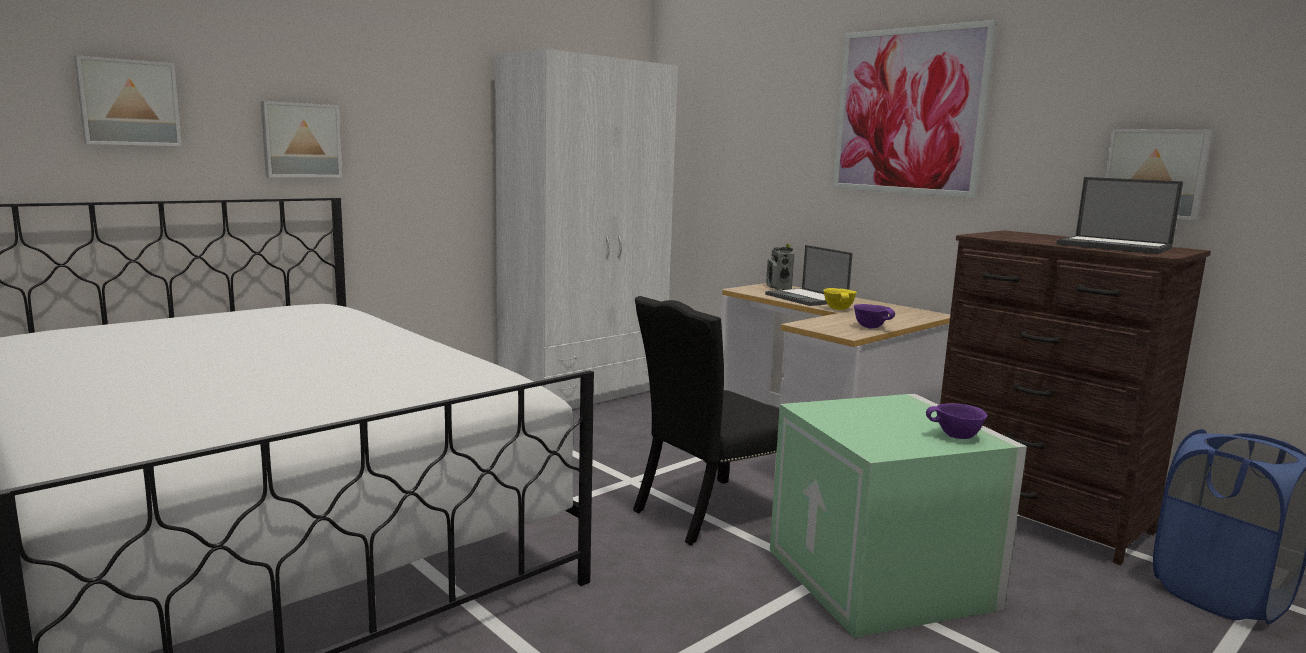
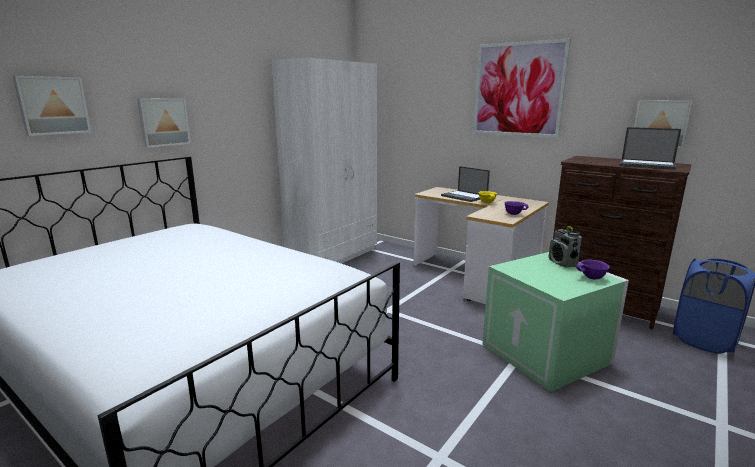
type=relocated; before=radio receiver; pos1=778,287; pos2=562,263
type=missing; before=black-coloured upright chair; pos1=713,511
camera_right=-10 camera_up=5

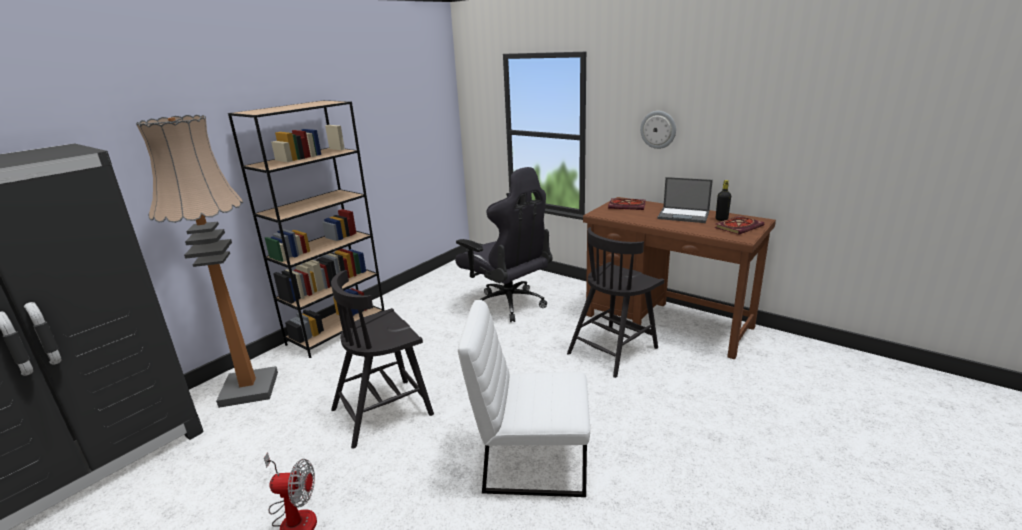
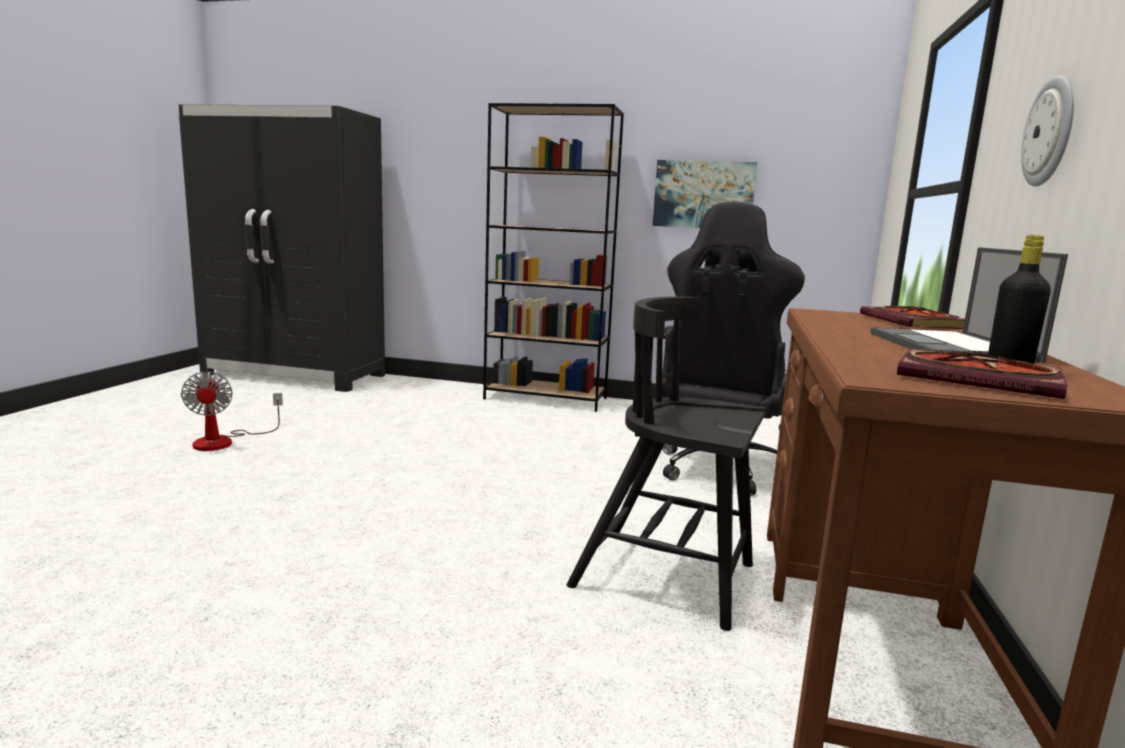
type=appeared; after=picture; pos2=703,195
type=missing; before=standard lamp; pos1=249,389
type=missing; before=black-coloured upright chair; pos1=384,410
type=missing; before=whitish upright chair; pos1=531,462
camera_right=65 camera_up=-10

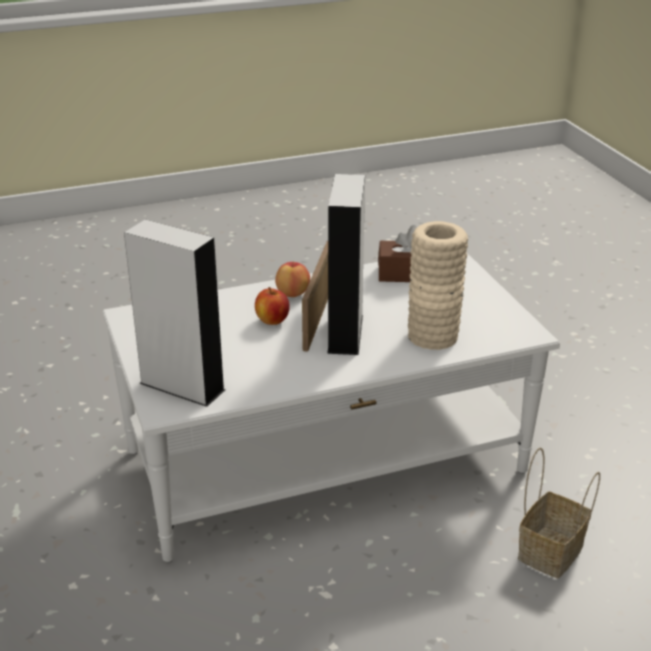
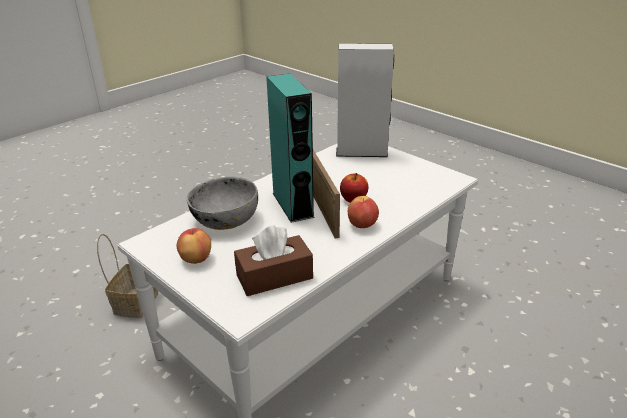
type=appeared; after=apple; pos2=196,259
type=exchanged; before=sand-coloured flower vase; after=gray bowl; pos1=433,336; pos2=224,219
type=colour; before=gray audio speaker; after=blue-green audio speaker; pos1=345,333; pos2=292,205
camera_right=155 camera_up=0

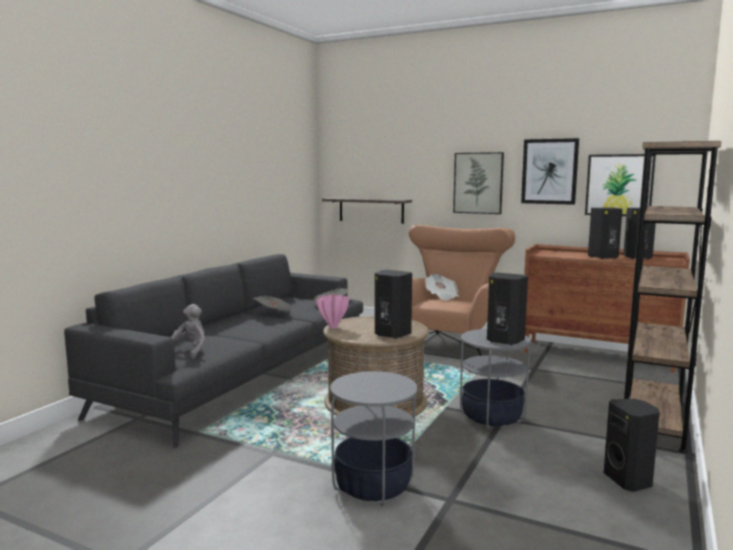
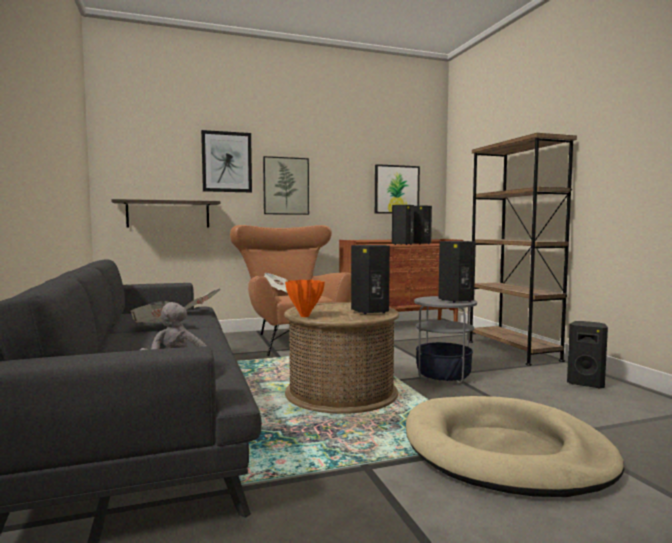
type=relocated; before=picture; pos1=549,171; pos2=227,162
type=colour; before=pink-coloured flower vase; after=orange-coloured flower vase; pos1=334,327; pos2=305,316
type=exchanged; before=gray end table; after=sand-coloured pet bed; pos1=373,488; pos2=505,451
camera_right=-45 camera_up=-5

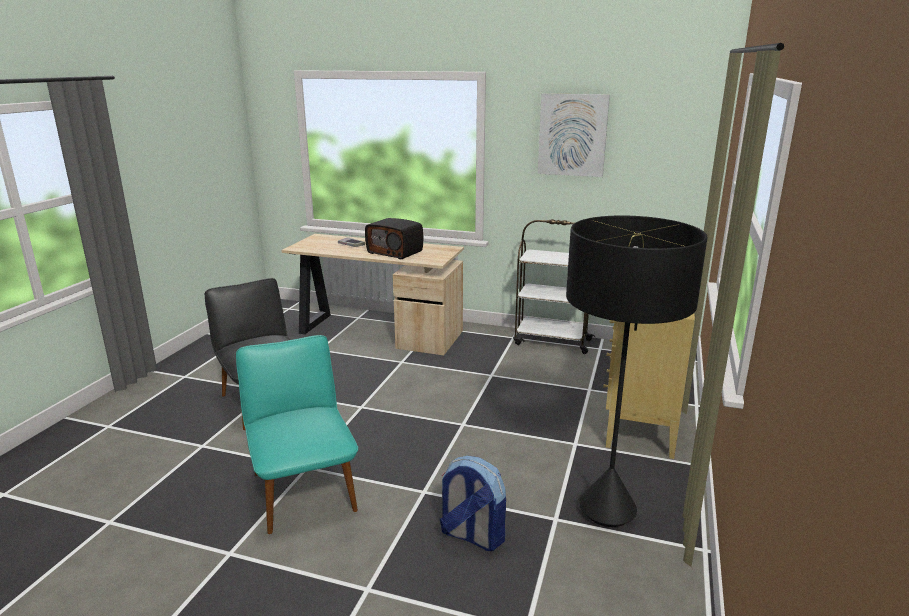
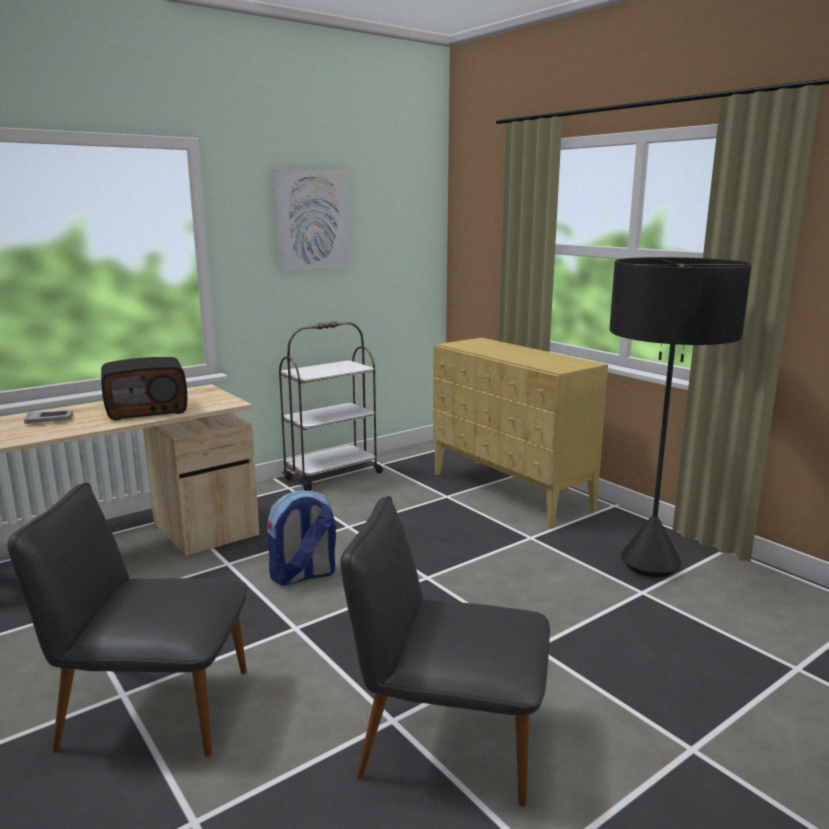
type=relocated; before=backpack; pos1=471,535; pos2=303,575
type=colour; before=blue-green upright chair; after=black-coloured upright chair; pos1=304,491; pos2=450,741
camera_right=-55 camera_up=-5

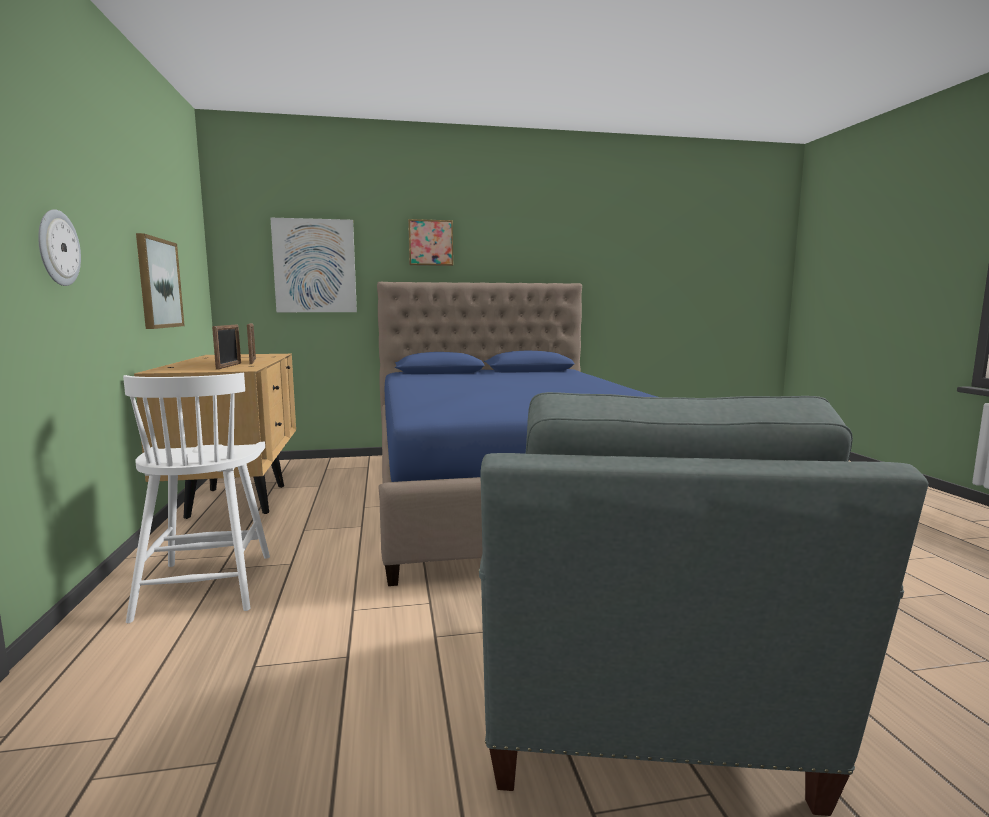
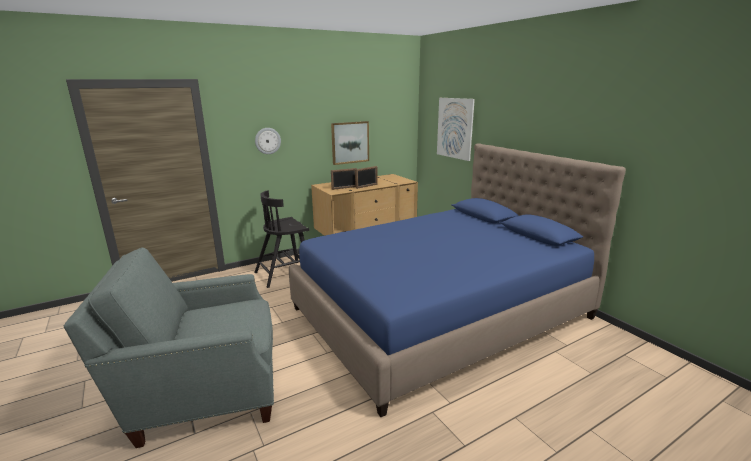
type=colour; before=whitish upright chair; after=black-coloured upright chair; pos1=207,583; pos2=284,273
type=missing; before=picture; pos1=430,243
camera_right=70 camera_up=10

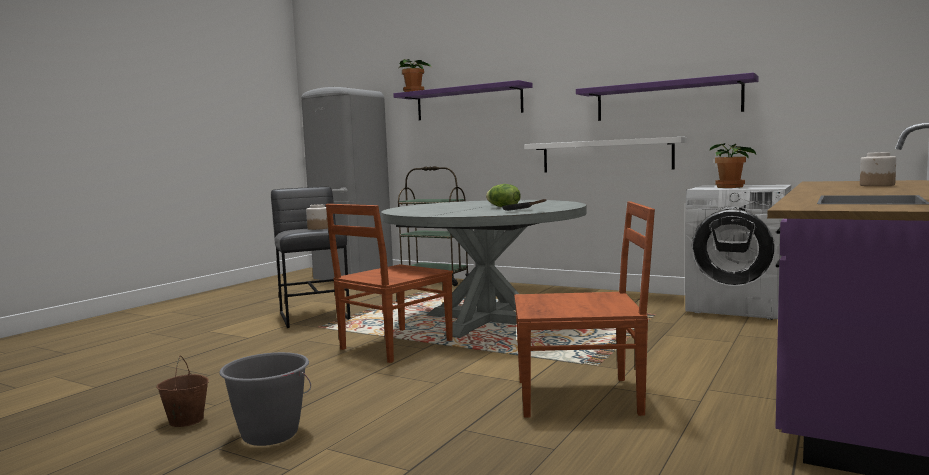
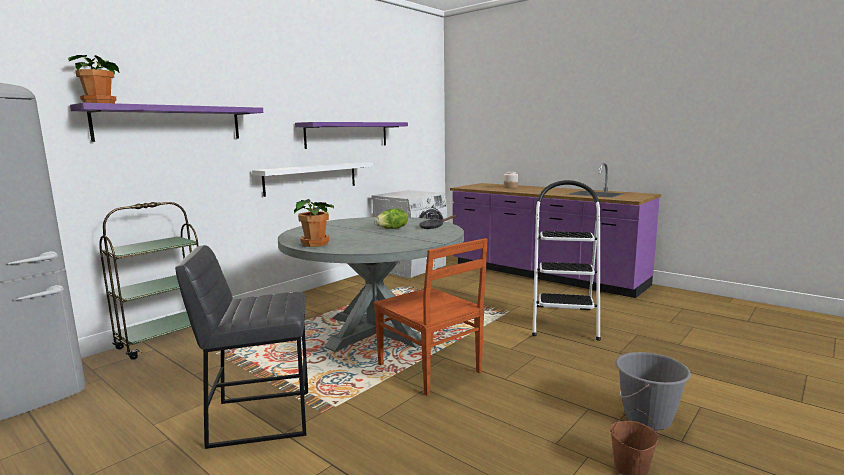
type=relocated; before=plant in a pot; pos1=731,187; pos2=316,243
type=exchanged; before=brown-coloured upright chair; after=step stool; pos1=581,397; pos2=564,321
type=missing; before=storage jar; pos1=318,228
camera_right=-80 camera_up=5

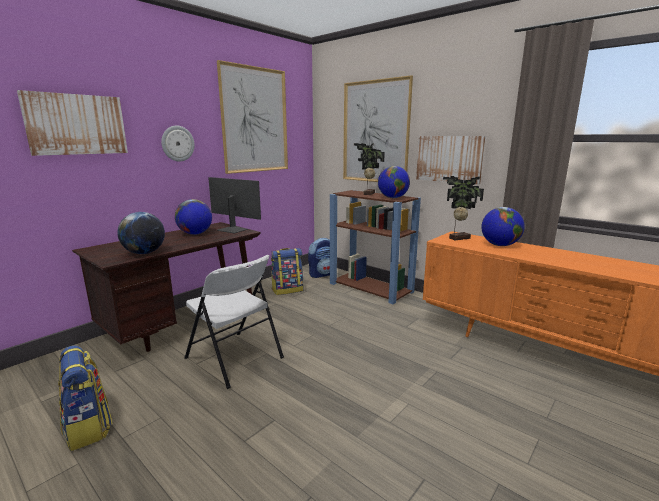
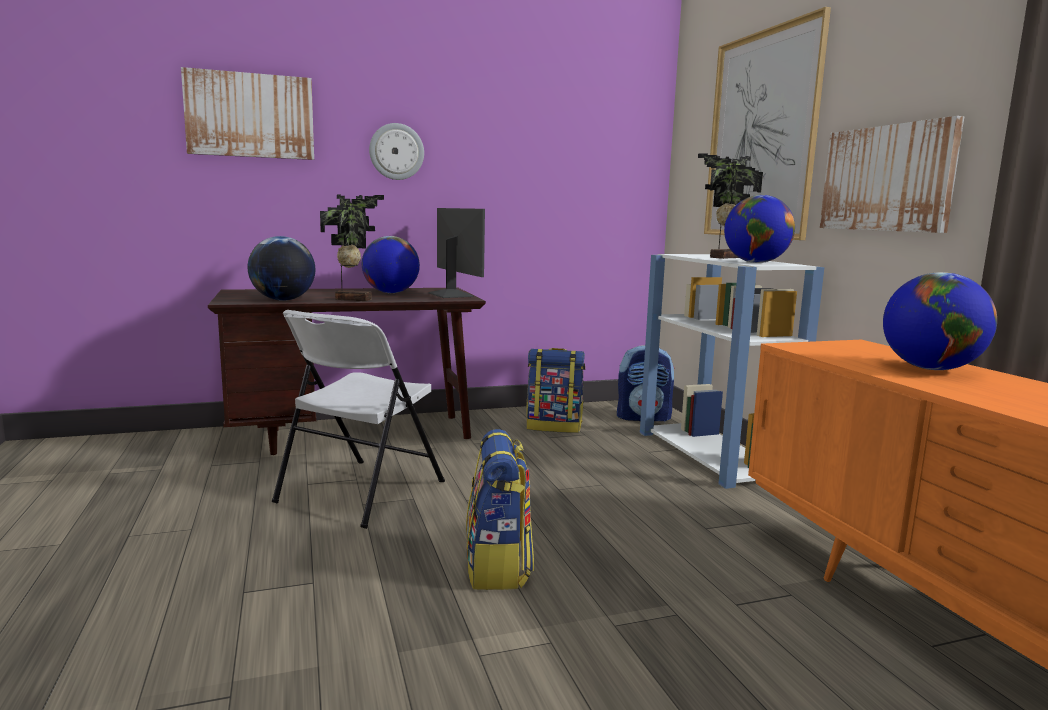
type=spun; before=whitish upright chair; pos1=234,358; pos2=361,491; turn=45
type=relocated; before=plant in a pot; pos1=458,238; pos2=353,299
type=relocated; before=backpack; pos1=88,428; pos2=498,567
type=colour; before=brown-coloured shelving unit; after=whitish shelving unit; pos1=371,288; pos2=712,454
type=missing; before=picture; pos1=255,120
camera_right=30 camera_up=-5

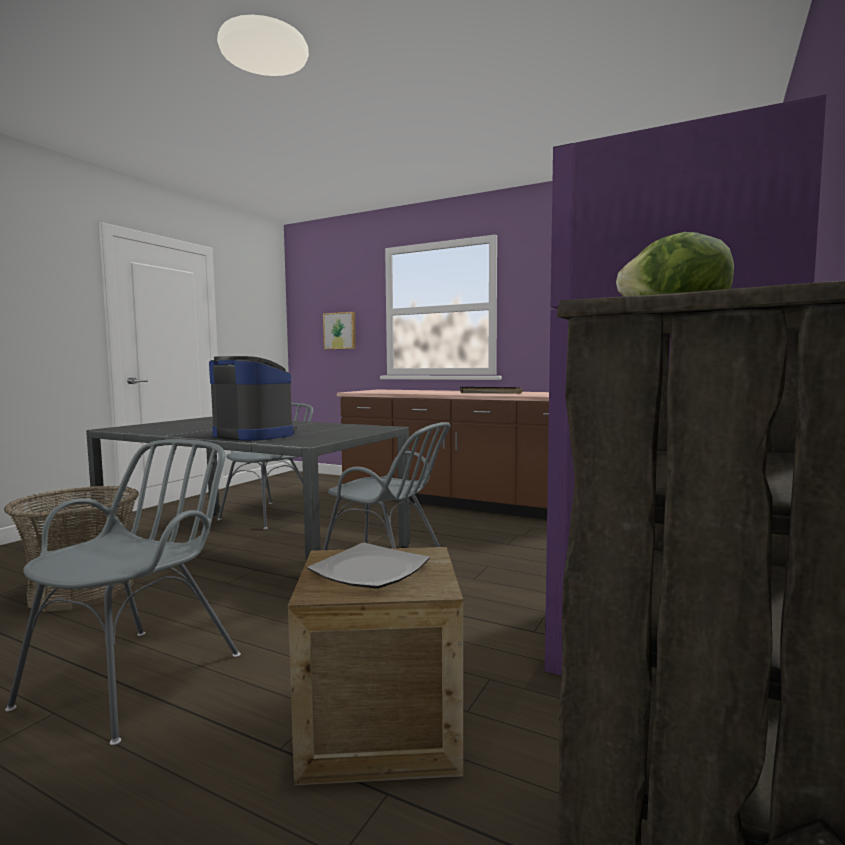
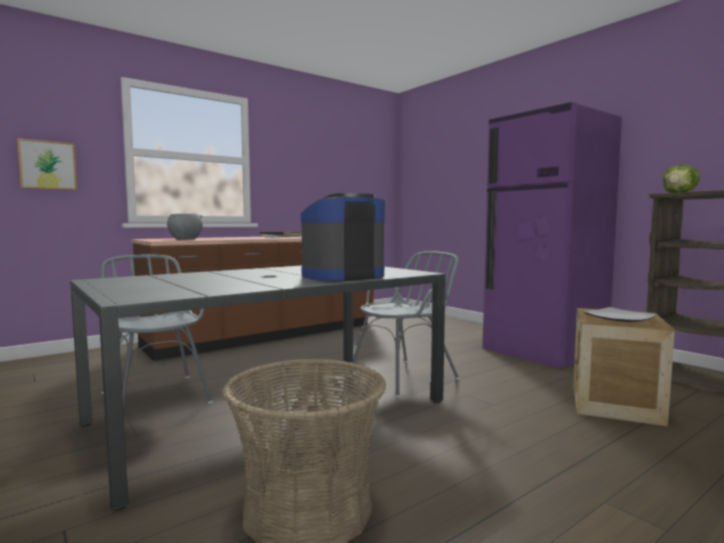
type=appeared; after=gray bowl; pos2=185,239
type=missing; before=gray upright chair; pos1=139,674
camera_right=-65 camera_up=0

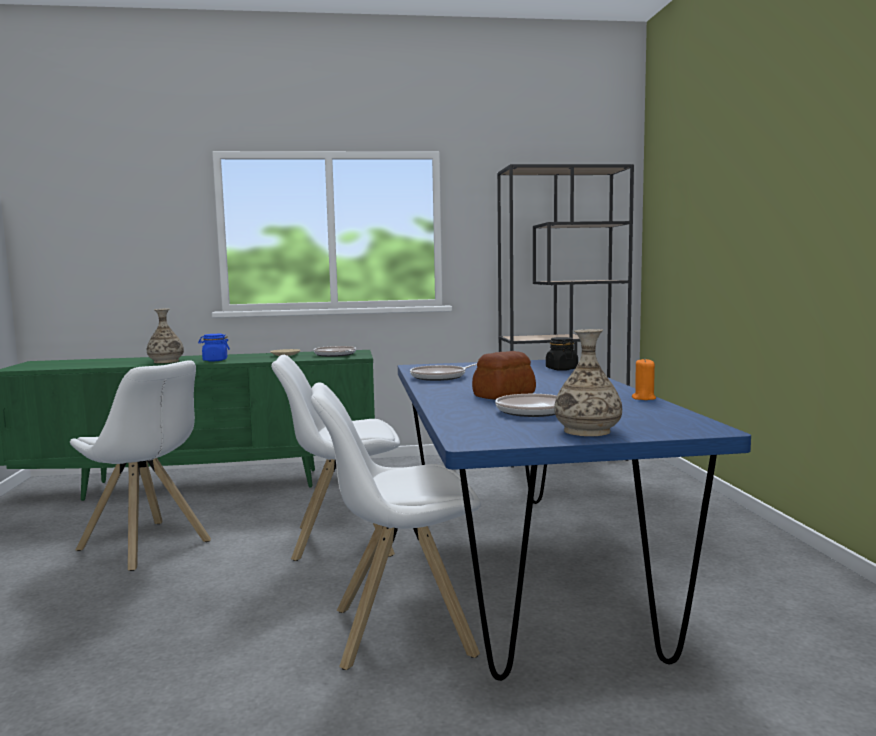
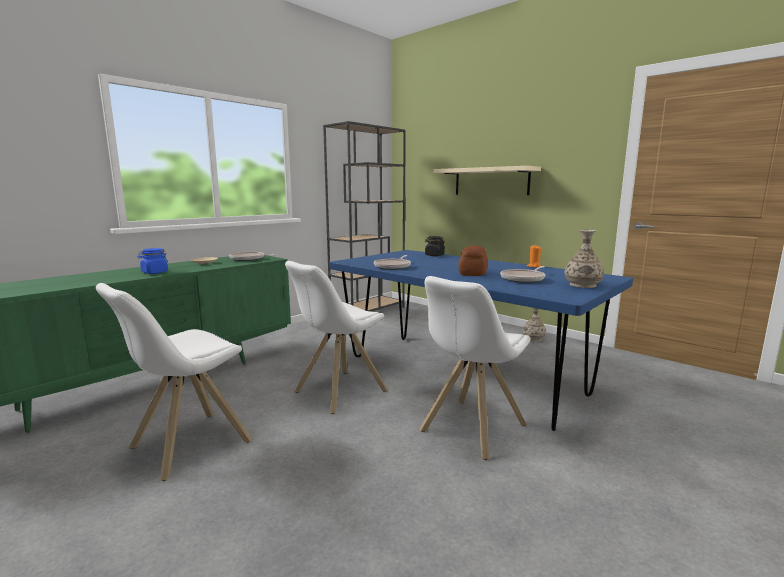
type=spun; before=whitish upright chair; pos1=146,545; pos2=189,444; turn=135
type=appeared; after=sand-coloured wall shelf; pos2=491,181
type=relocated; before=flower vase; pos1=166,361; pos2=533,339
camera_right=-40 camera_up=5

